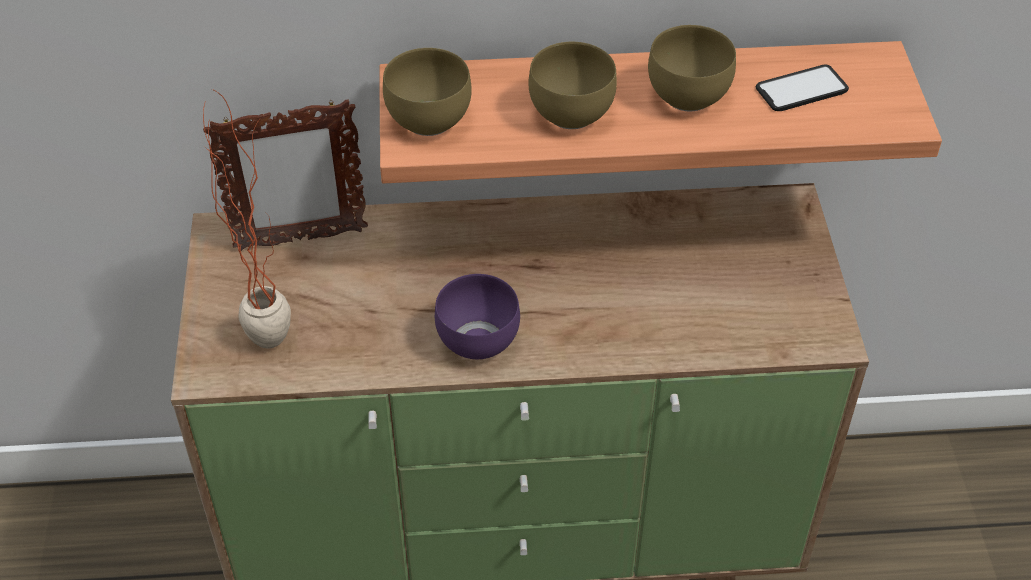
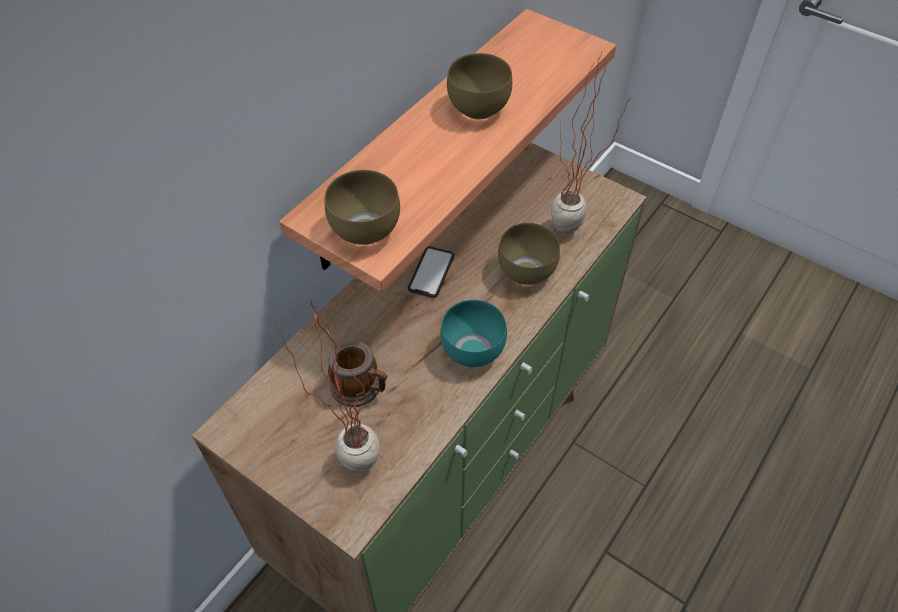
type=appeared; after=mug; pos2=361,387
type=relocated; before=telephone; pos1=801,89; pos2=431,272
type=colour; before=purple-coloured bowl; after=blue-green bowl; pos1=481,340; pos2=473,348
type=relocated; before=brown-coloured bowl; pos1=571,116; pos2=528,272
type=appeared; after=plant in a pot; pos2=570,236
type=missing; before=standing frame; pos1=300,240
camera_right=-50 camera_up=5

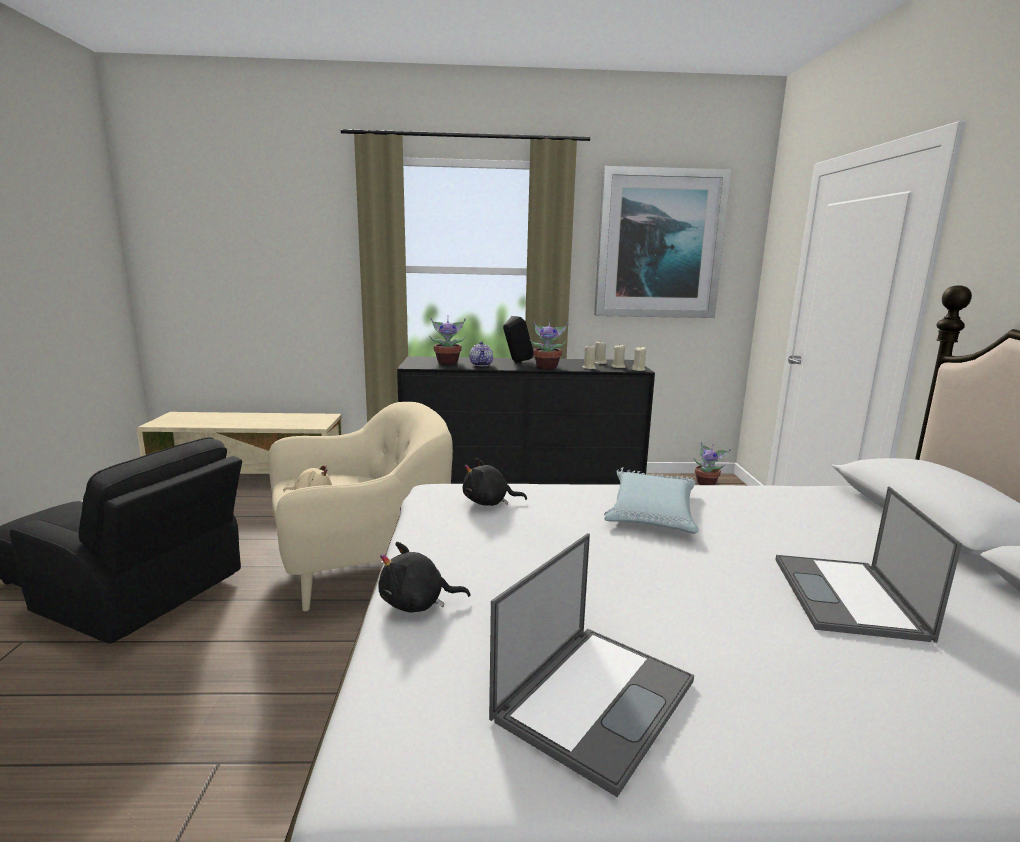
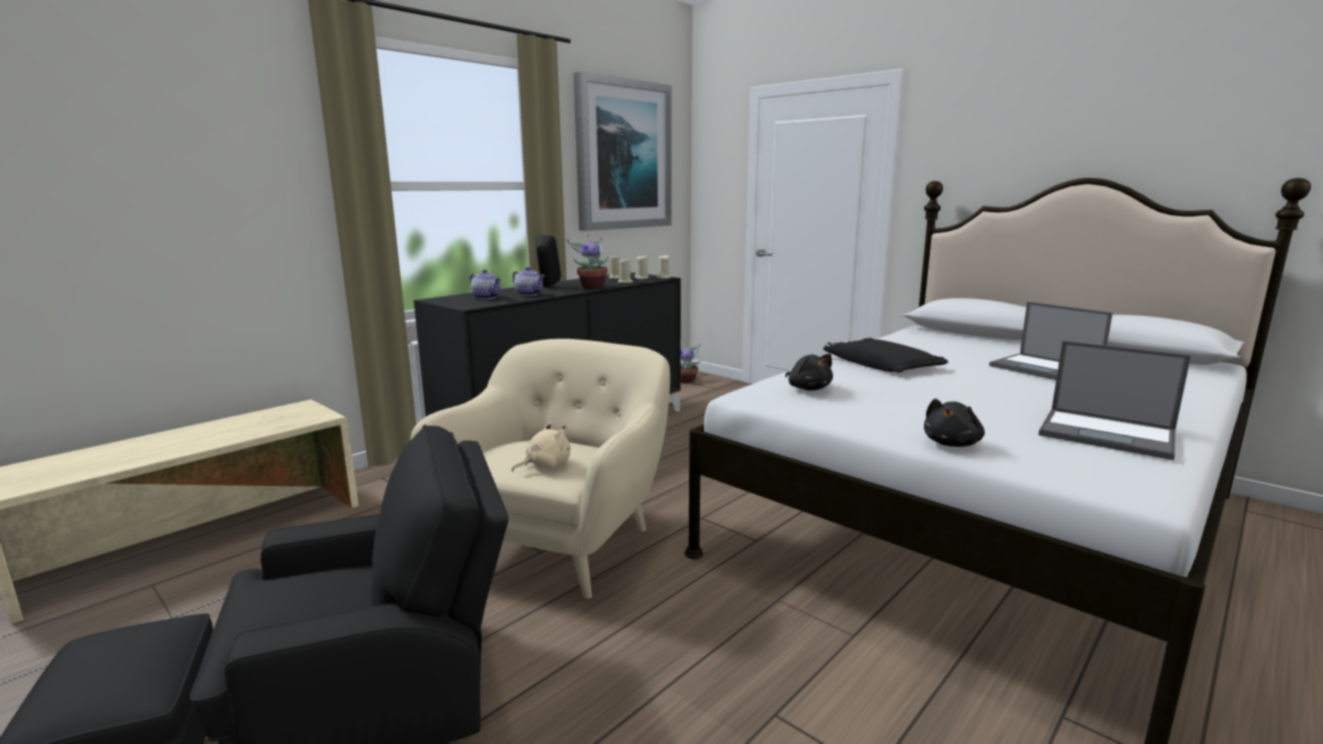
type=exchanged; before=plant in a pot; after=pot for tea; pos1=448,362; pos2=487,297
type=spun; before=black-coloured plush toy; pos1=489,502; pos2=808,388; turn=-75
type=colour; before=bluish pillow; after=black-coloured pillow; pos1=651,509; pos2=882,363
type=spun; before=laptop; pos1=595,697; pos2=1108,434; turn=135
camera_right=-45 camera_up=0

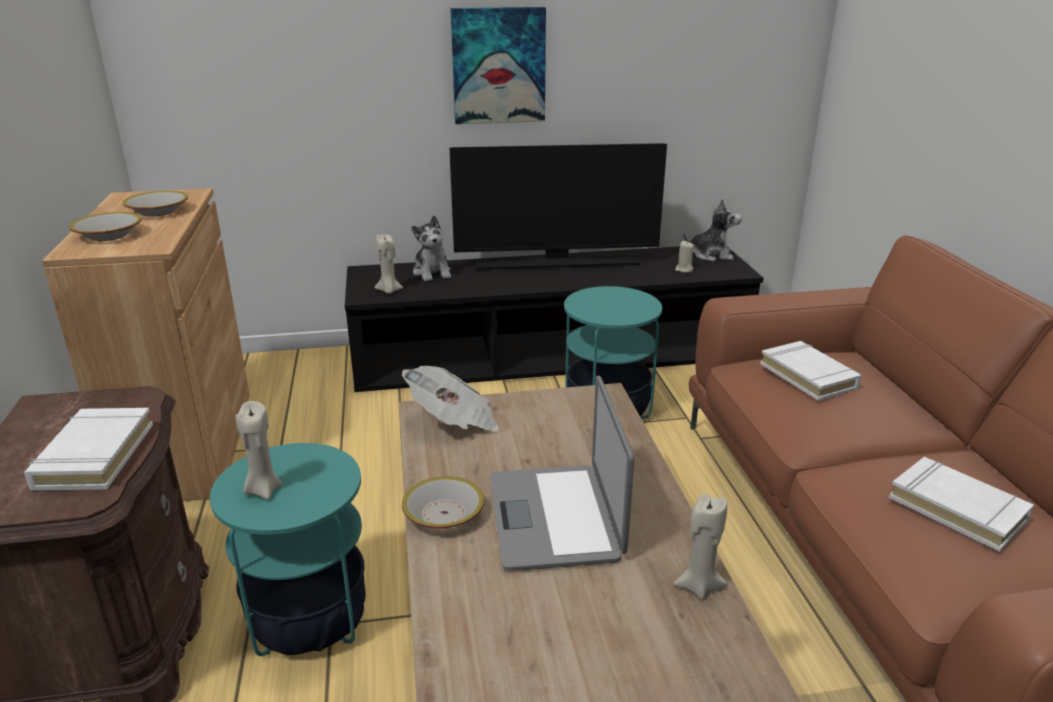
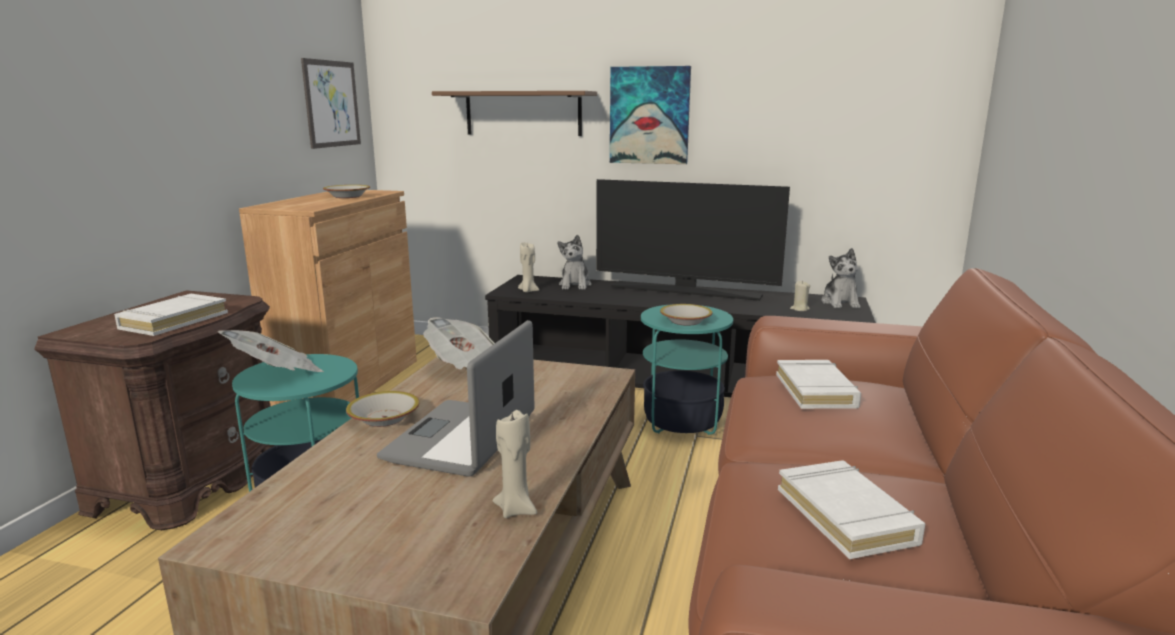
type=exchanged; before=sand-coloured wax light; after=printed paper; pos1=263,490; pos2=276,374
type=appeared; after=picture; pos2=331,104
type=appeared; after=brown-coloured wall shelf; pos2=523,113
type=relocated; before=bowl; pos1=108,235; pos2=685,321
type=spun; before=plush toy; pos1=710,255; pos2=840,303; turn=60
camera_right=25 camera_up=-10

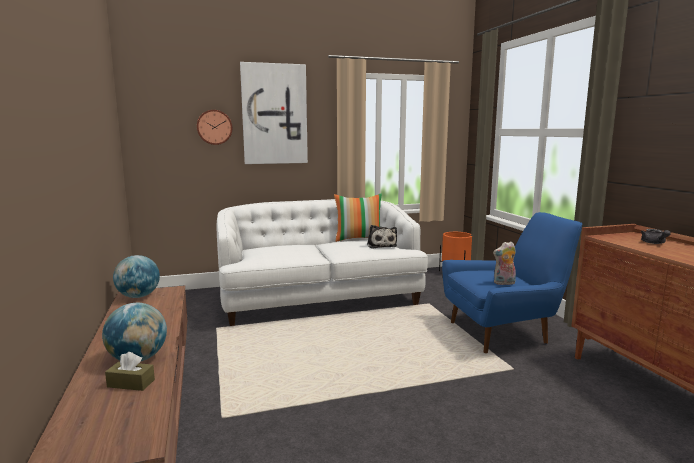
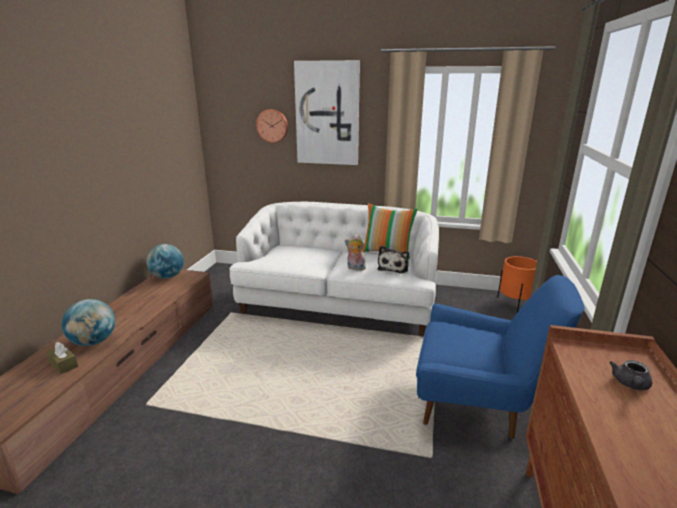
type=relocated; before=plush toy; pos1=504,283; pos2=355,268
camera_right=30 camera_up=10

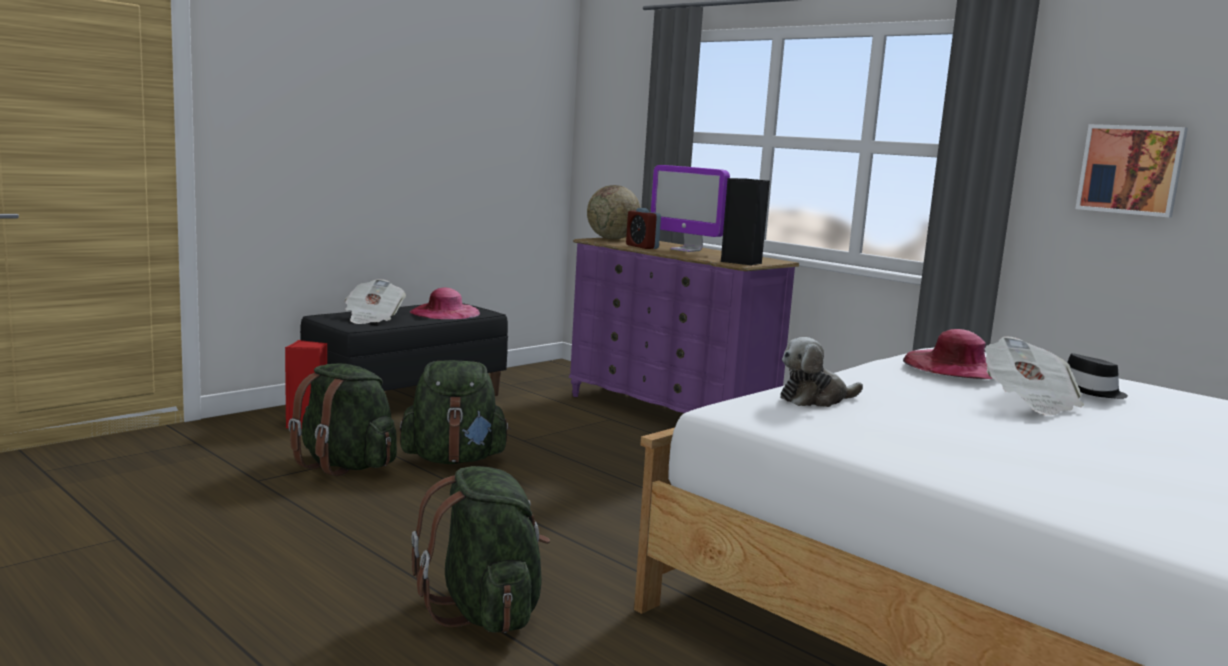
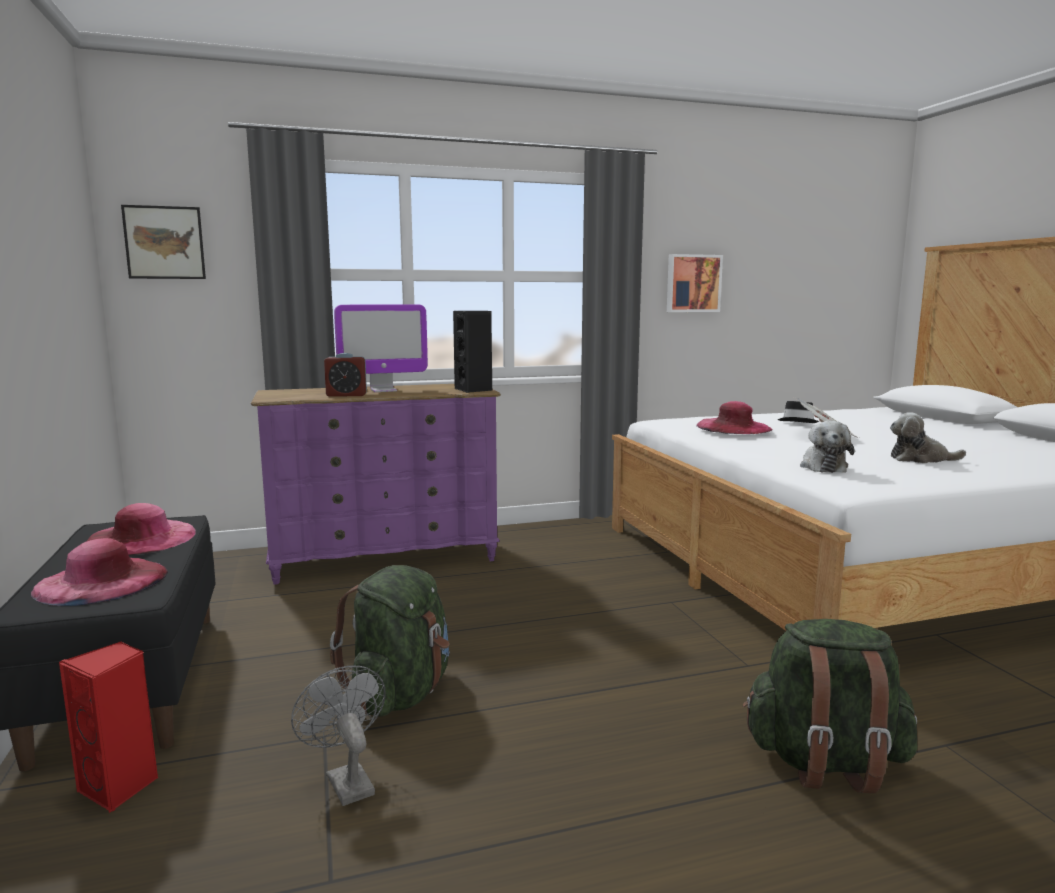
type=exchanged; before=printed paper; after=pink-coloured clothing hat; pos1=372,318; pos2=101,581
type=appeared; after=picture; pos2=164,242
type=exchanged; before=greenish backpack; after=gray cooling fan; pos1=345,466; pos2=346,780
type=appeared; after=plush toy; pos2=920,459
type=missing; before=desk globe; pos1=612,239
camera_right=-60 camera_up=0

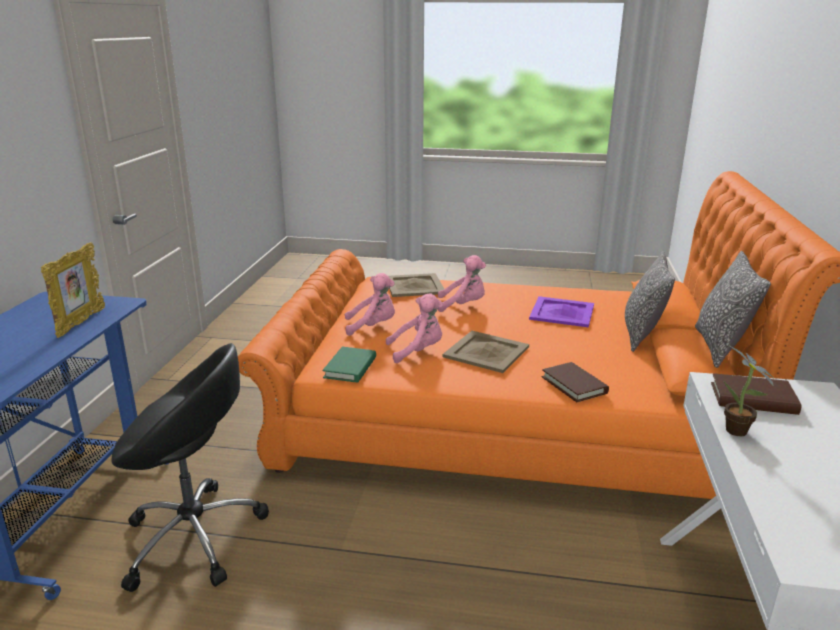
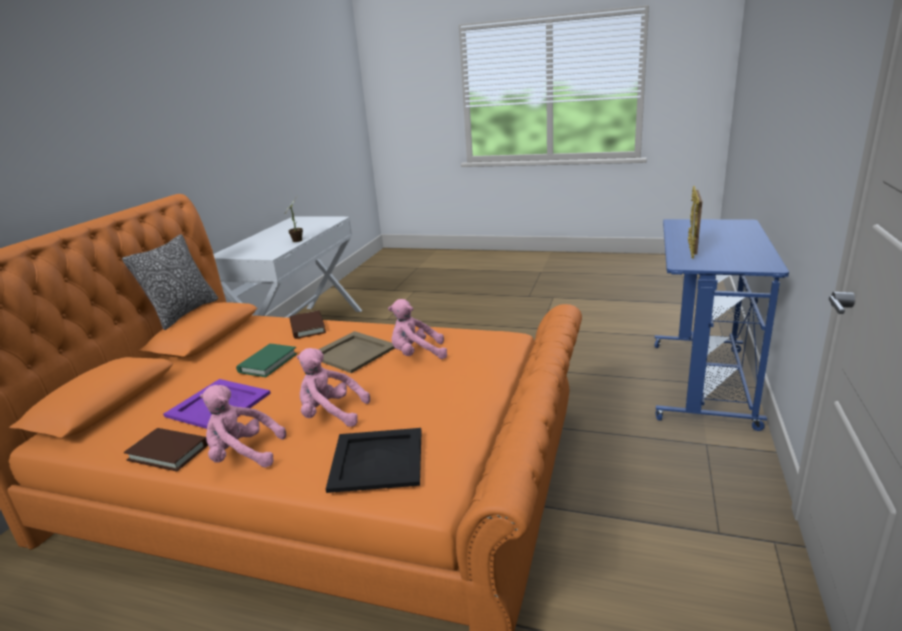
type=relocated; before=brown-coloured bound book; pos1=753,399; pos2=168,452
type=relocated; before=pink-coloured plush toy; pos1=372,326; pos2=243,455
type=relocated; before=greenish bound book; pos1=350,368; pos2=268,363
type=colour; before=sand-coloured carrying tray; after=black-coloured carrying tray; pos1=415,286; pos2=376,459
type=missing; before=black-coloured desk chair; pos1=197,537
type=missing; before=pillow; pos1=641,335
camera_right=-170 camera_up=0

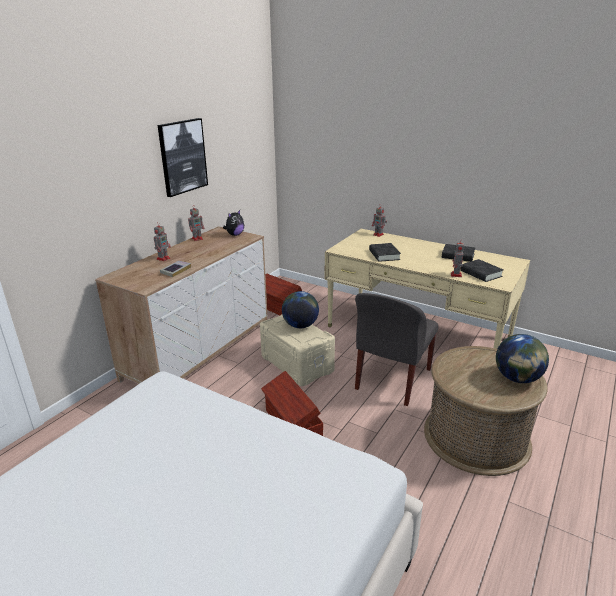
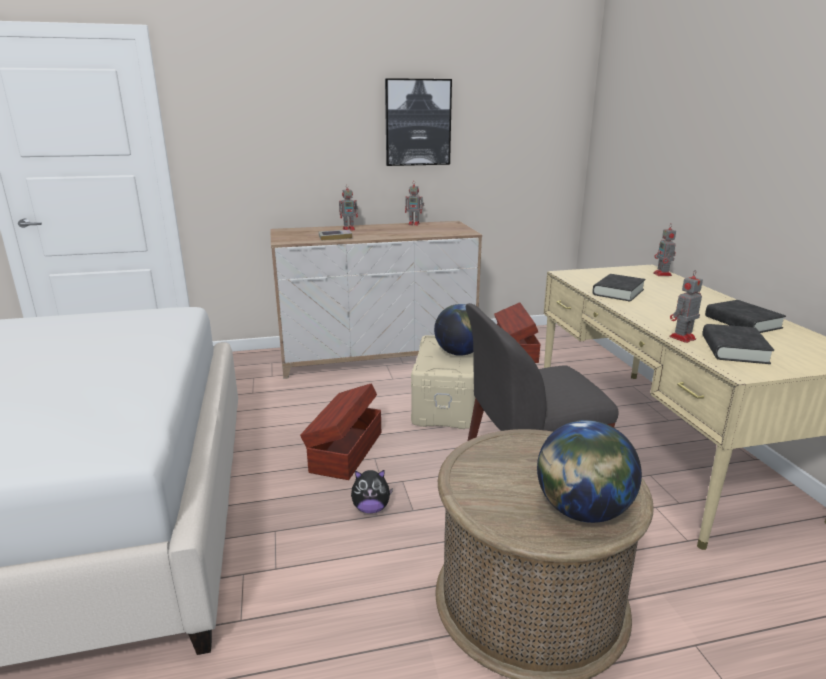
type=relocated; before=plush toy; pos1=235,234; pos2=371,508
camera_right=45 camera_up=-5

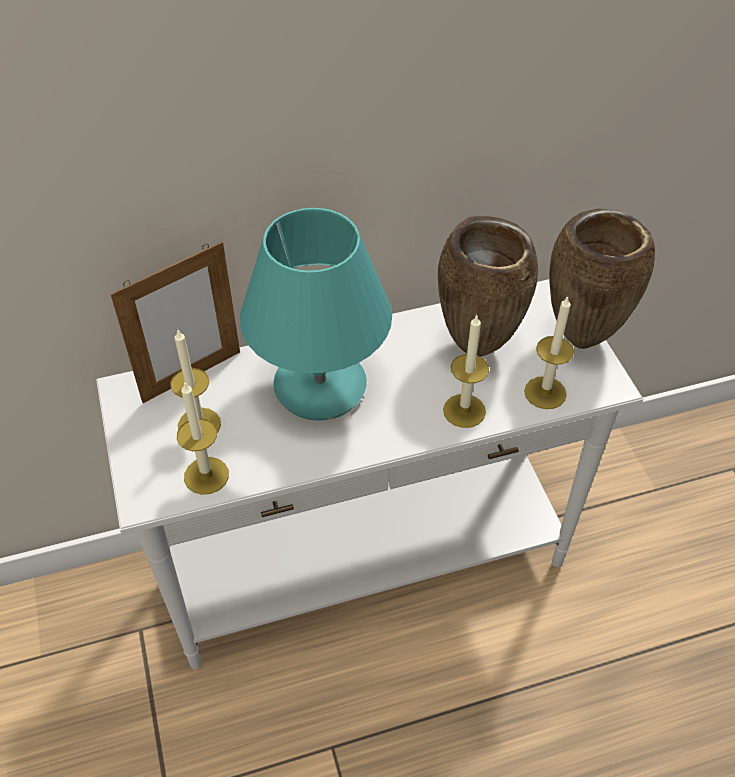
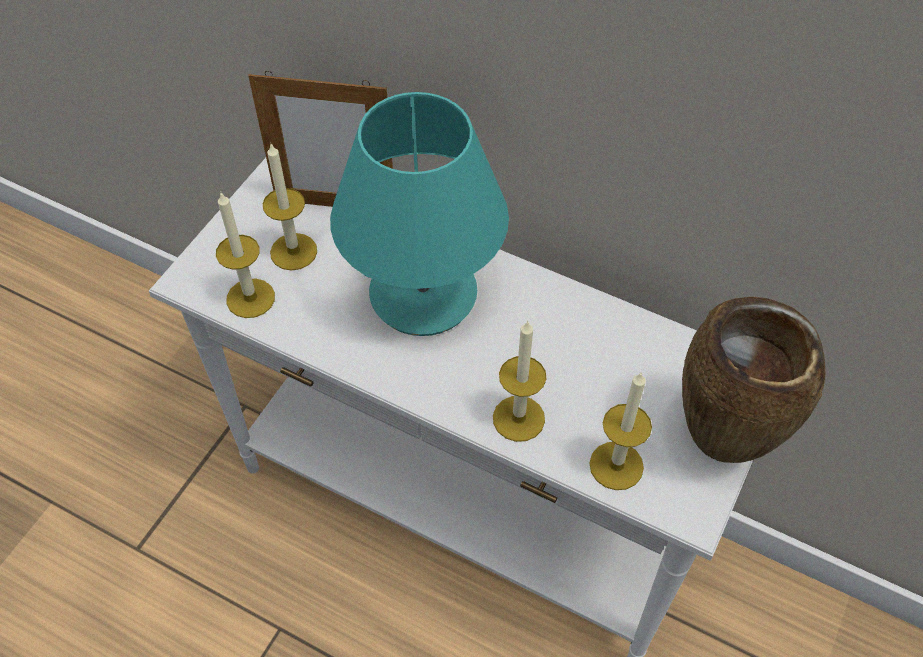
type=missing; before=brown-coloured flower vase; pos1=479,348
camera_right=45 camera_up=5

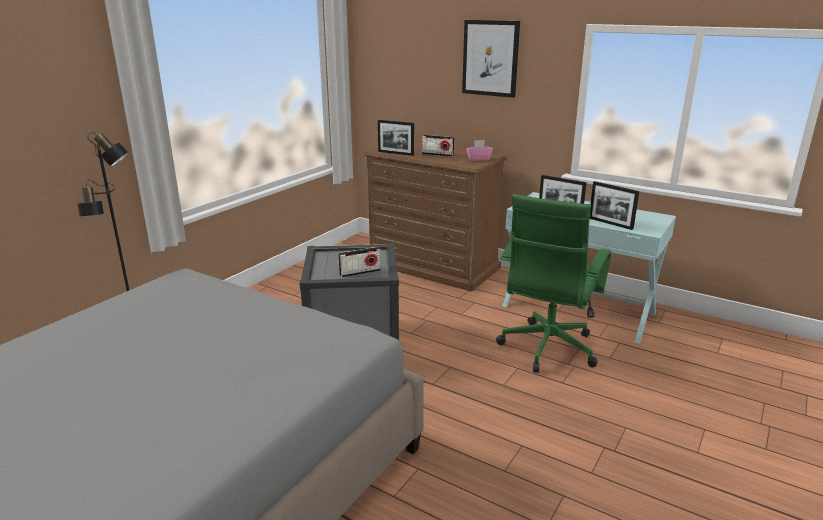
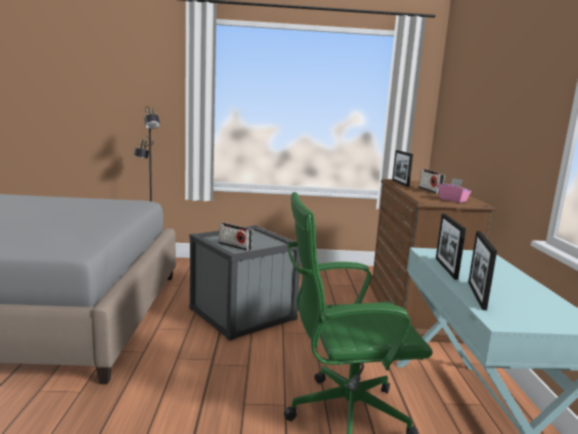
type=missing; before=picture; pos1=490,58
camera_right=55 camera_up=-10

